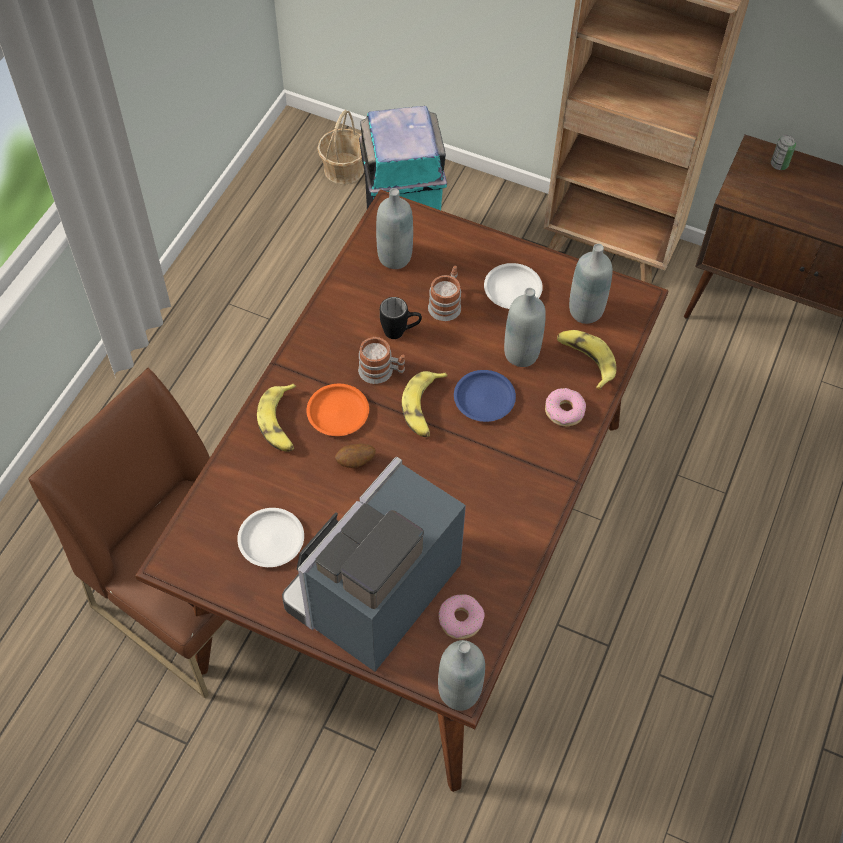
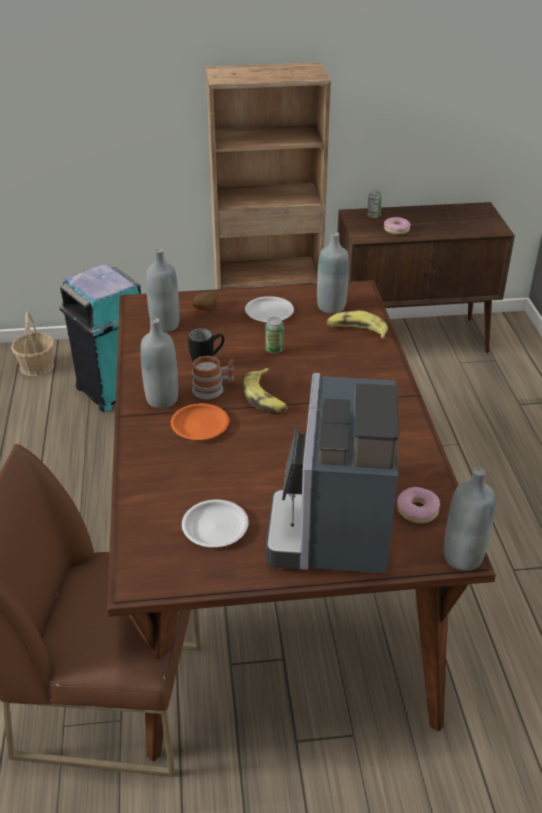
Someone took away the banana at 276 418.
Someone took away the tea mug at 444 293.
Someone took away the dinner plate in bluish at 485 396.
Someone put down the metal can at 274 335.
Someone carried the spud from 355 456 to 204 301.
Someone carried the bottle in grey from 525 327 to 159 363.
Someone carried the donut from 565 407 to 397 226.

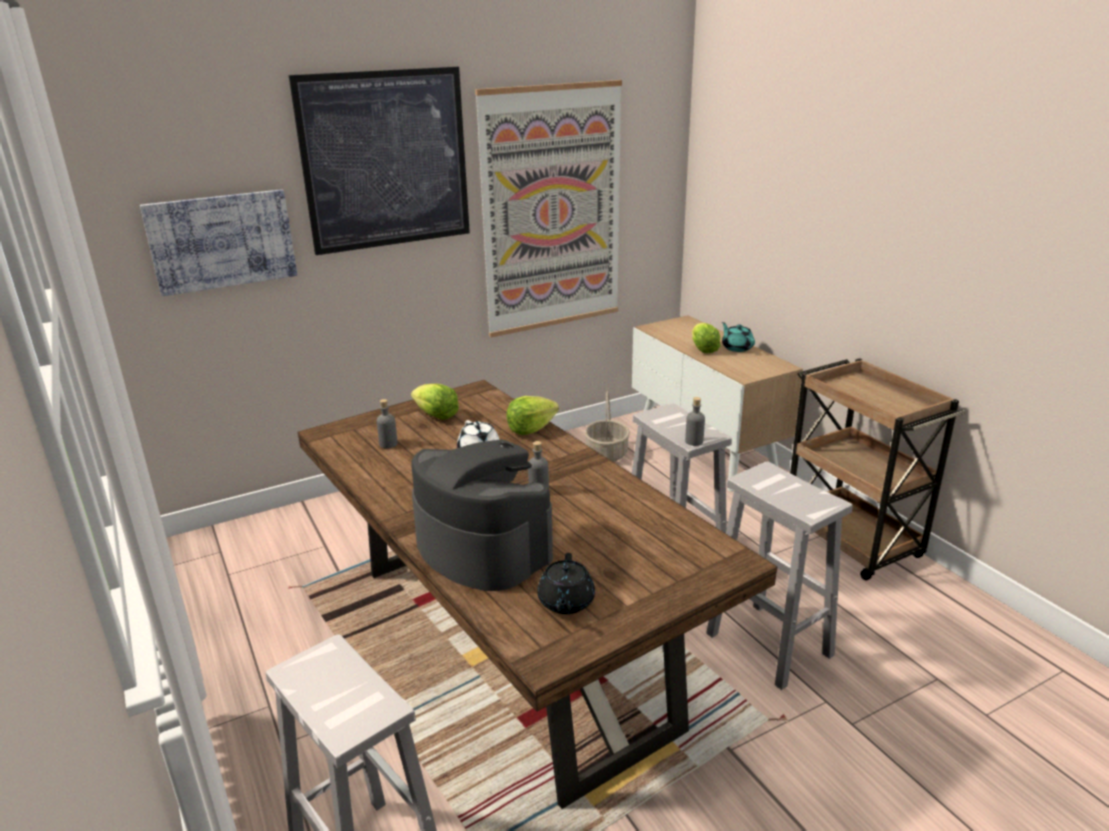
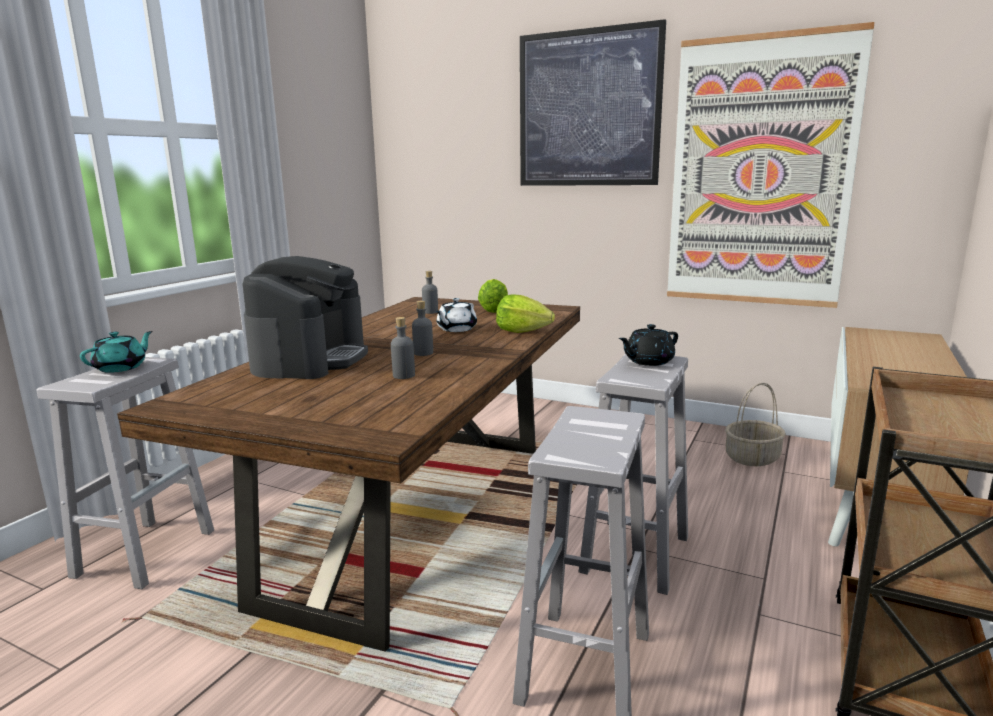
Someone took away the wall art at 218 242.
Someone took away the head of lettuce at 706 338.
Someone carried the tea pot in black-coloured from 566 583 to 648 345.
Someone carried the bottle in grey from 695 421 to 403 348.
Someone carried the tea pot in turquoise-coloured from 738 337 to 116 352.

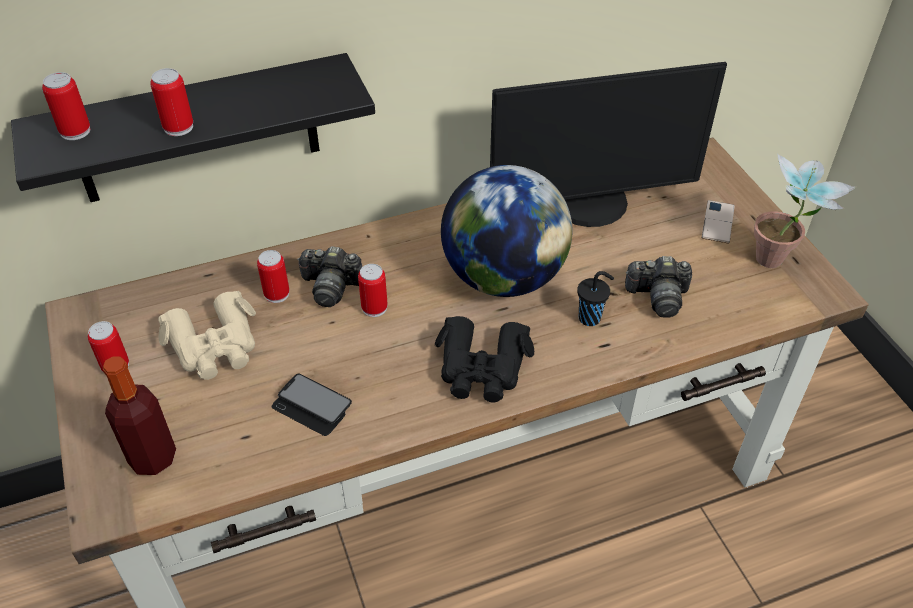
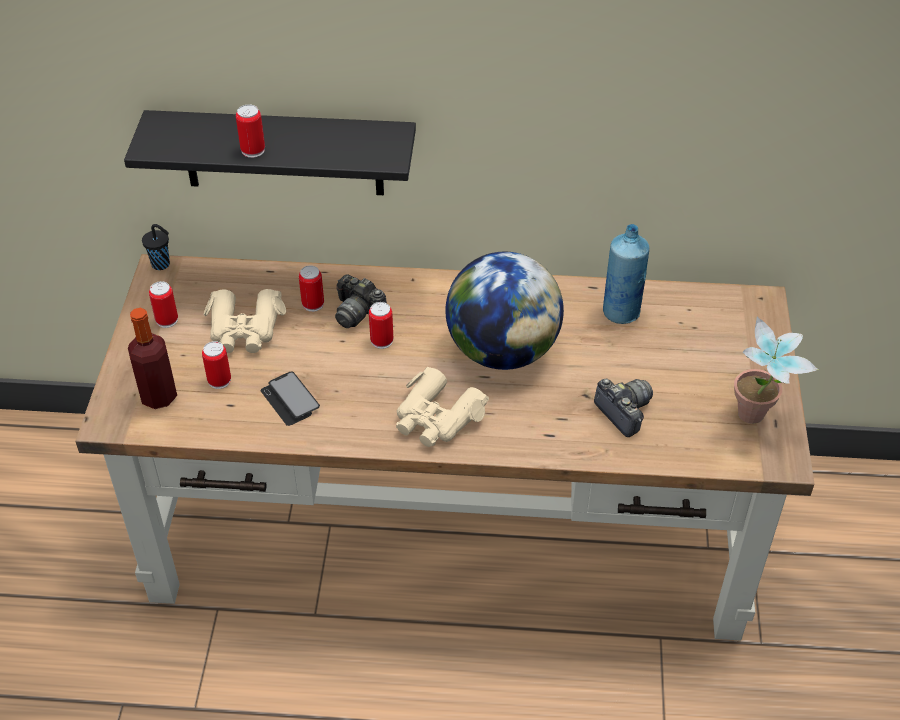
Someone took away the handset at 718 221.
Someone carried the metal can from 66 106 to 216 365.
Someone carried the drinking cup in black-coloured from 595 298 to 156 247.
Someone swapped the monitor at 608 144 for the bottle in bluish at 626 274.
Someone repainted the field glasses in black-coloured at 484 359, which became the field glasses in sand-coloured at 442 407.
Someone rotated the photo camera at 658 287 by 150 degrees counterclockwise.

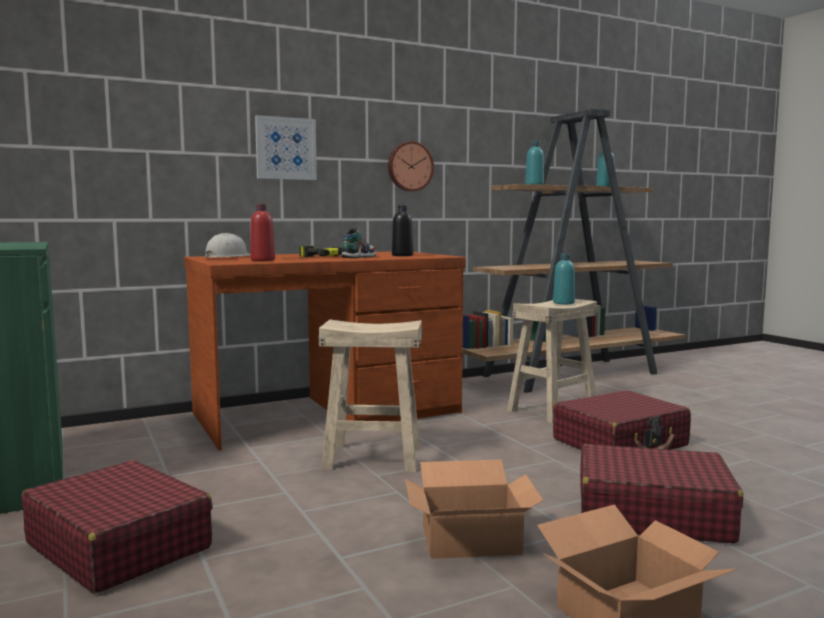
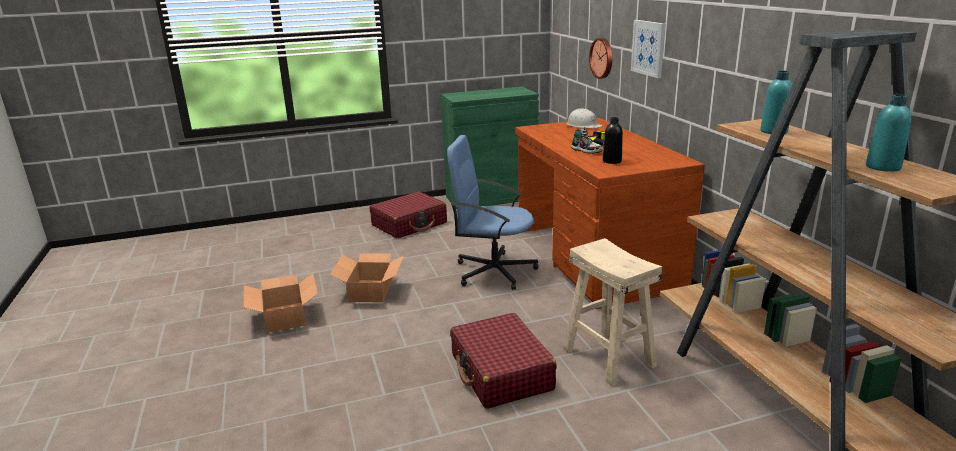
Someone took away the bottle in reddish at 263 232.
Someone took away the bottle in turquoise-coloured at 564 279.
Someone took away the suitcase in reddish at 661 494.
Someone carried the wall clock from 411 166 to 600 58.
Someone swapped the stool in sand-coloured at 370 395 for the computer chair in bluish at 493 212.

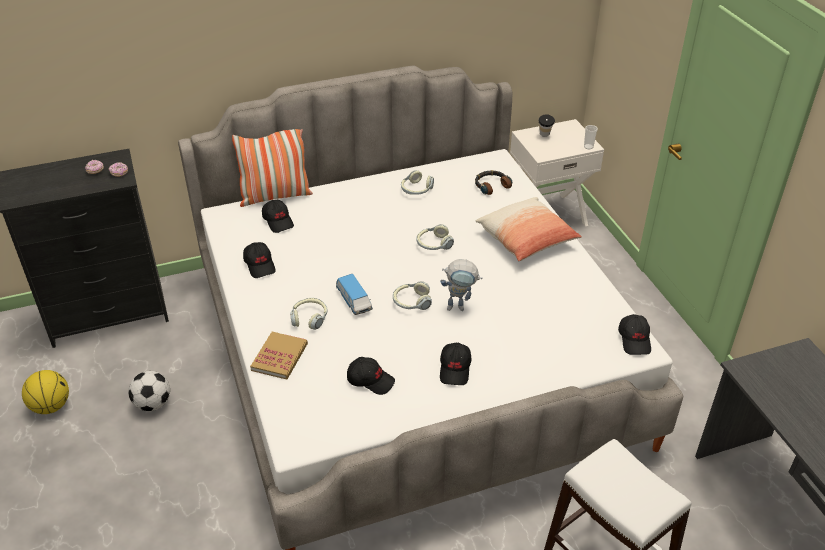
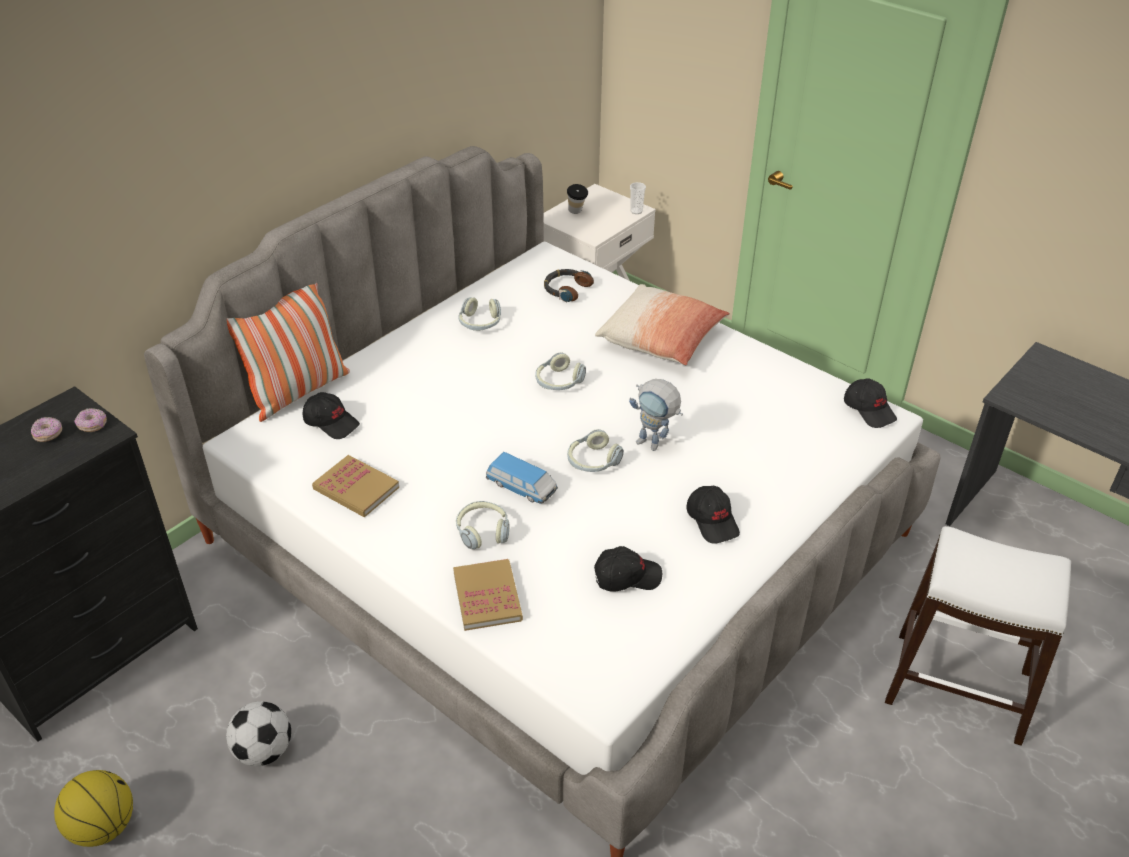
Someone swapped the baseball cap in black-coloured at 259 260 for the book at 355 486.
Someone rotated the model robot at 461 285 by 60 degrees clockwise.

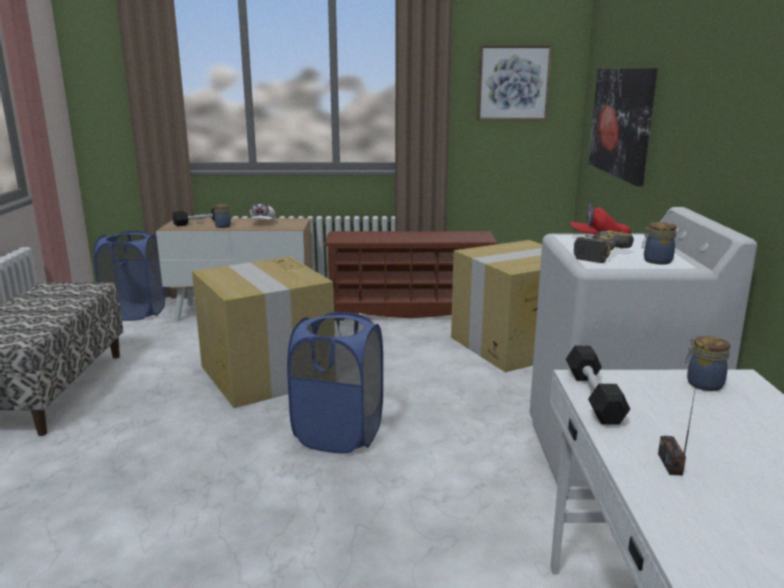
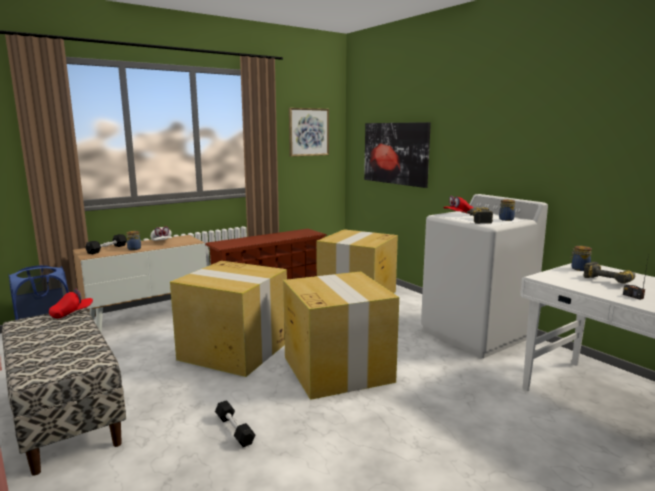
Someone put down the baseball cap in reddish at 71 304.
Someone put down the power drill at 609 273.
Someone carried the hand weight in black-coloured from 598 385 to 235 423.
Someone swapped the laundry basket in bluish at 335 383 for the cardboard box at 341 335.

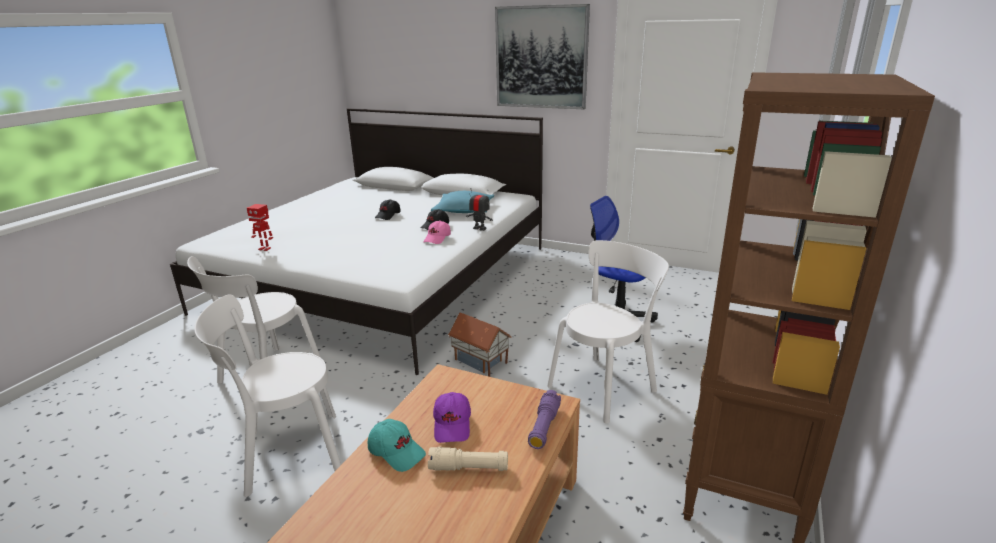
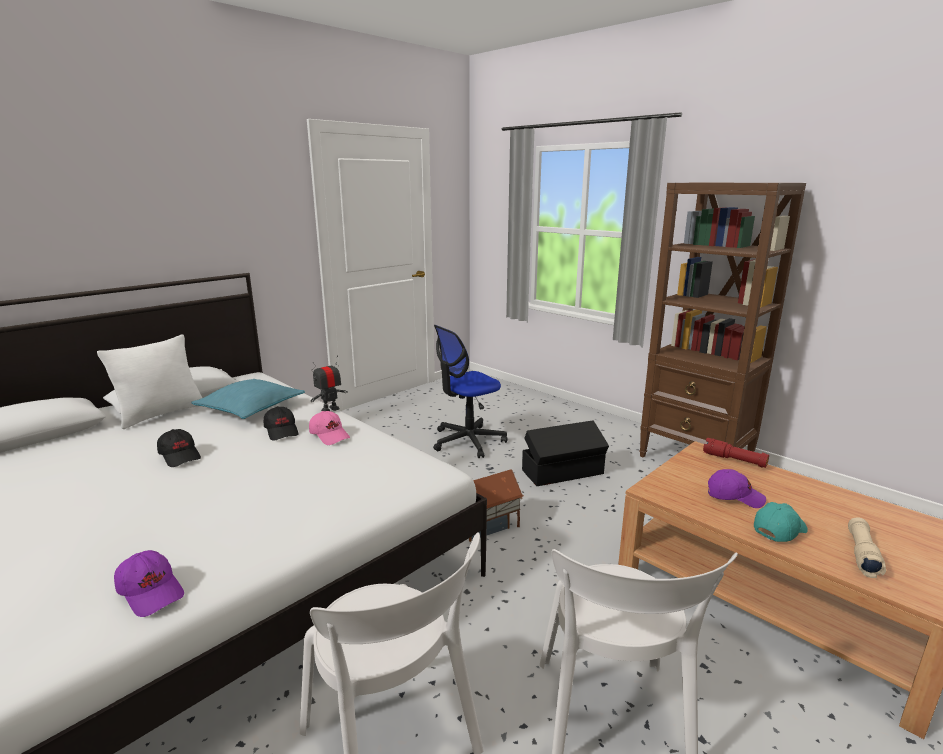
Someone took away the wall art at 542 56.
Someone put down the pillow in white-coloured at 149 381.
Someone carried the flashlight in sand-coloured from 468 459 to 867 547.
Someone swapped the model robot at 260 227 for the baseball cap in purplish at 149 583.
Someone swapped the upright chair in white-coloured at 608 332 for the storage bin in black-coloured at 565 453.
Someone repainted the flashlight in purplish at 544 419, which became the flashlight in reddish at 736 453.

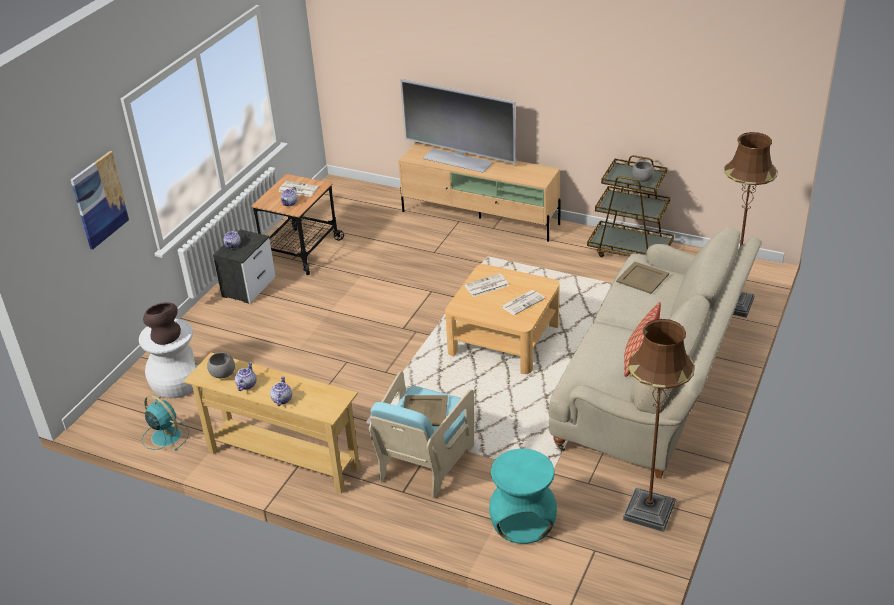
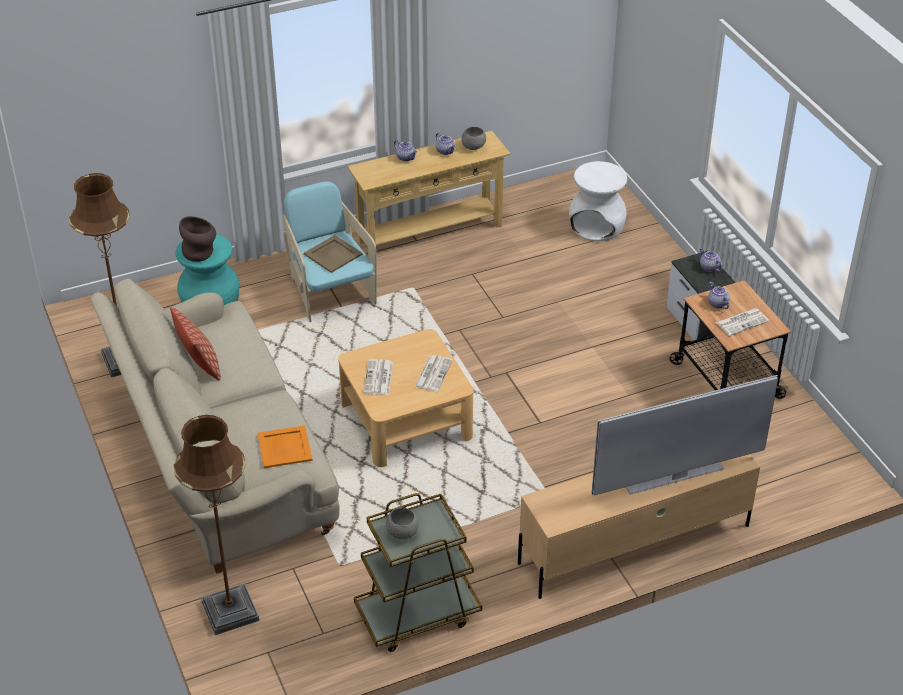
Someone took away the wall art at 100 200.
Someone took away the cooling fan in turquoise-coloured at 165 423.
Someone carried the flower vase in brownish from 162 323 to 197 239.
Someone repainted the carrying tray in sand-coloured at 642 277, which became the carrying tray in orangey at 285 446.

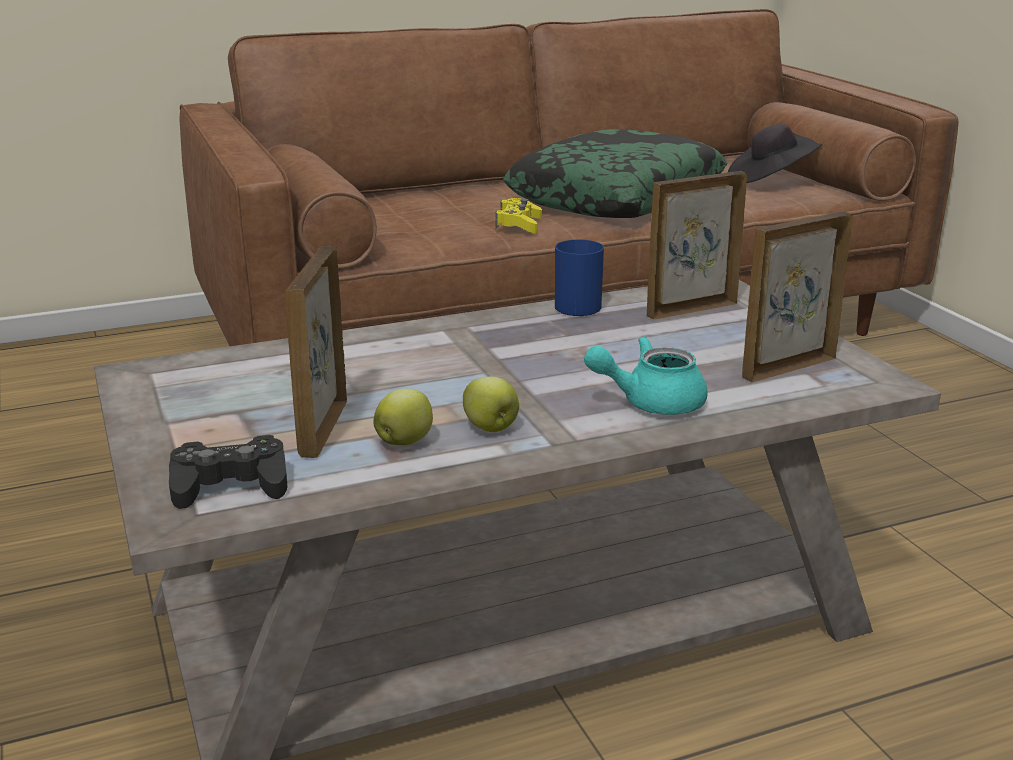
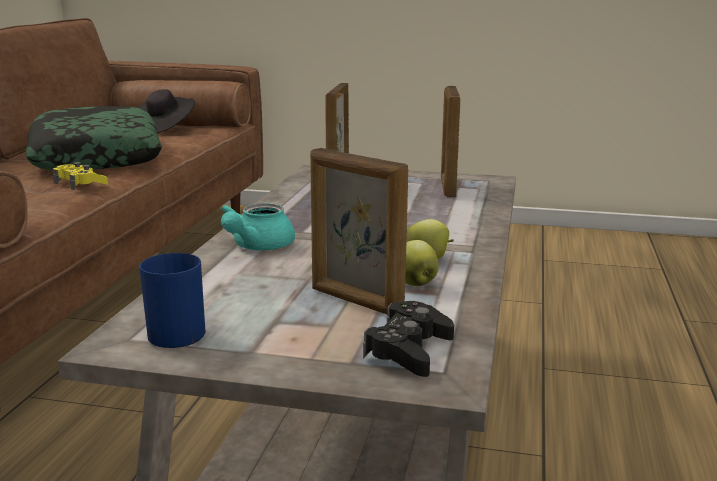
Someone carried the tea mug in bluish from 579 277 to 172 300.
Someone carried the tea pot in turquoise-coloured from 646 375 to 258 227.

